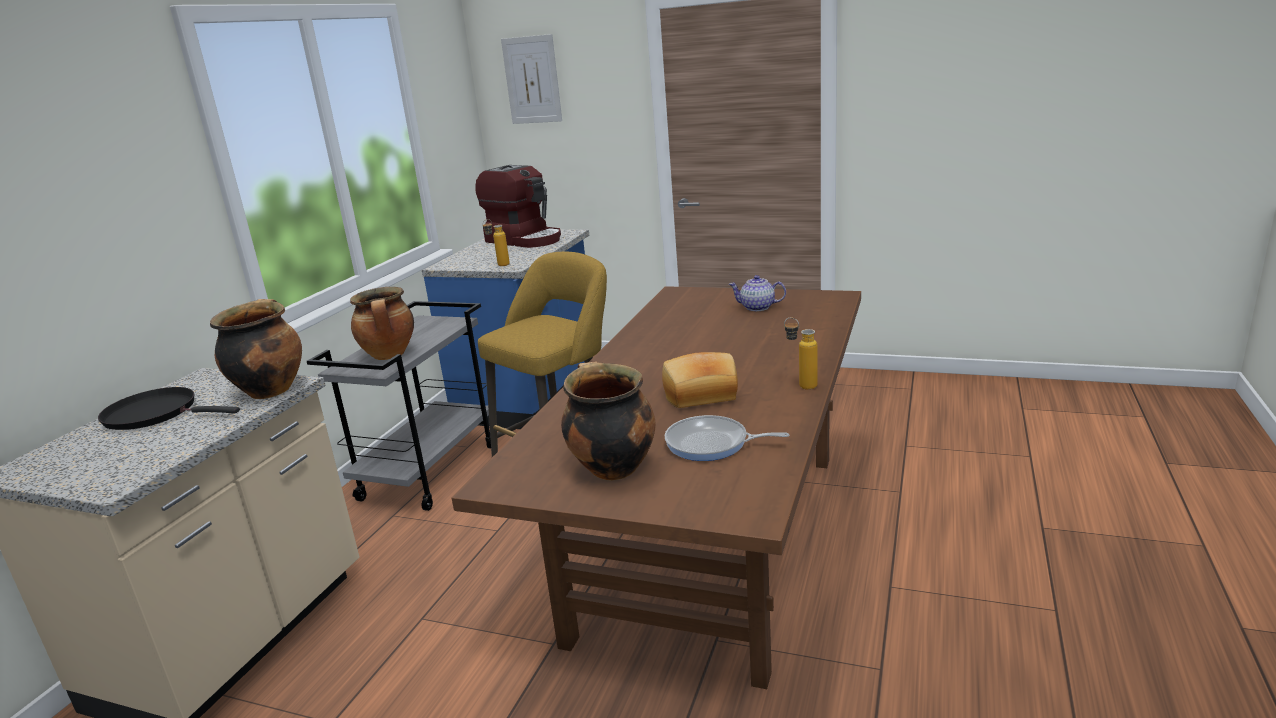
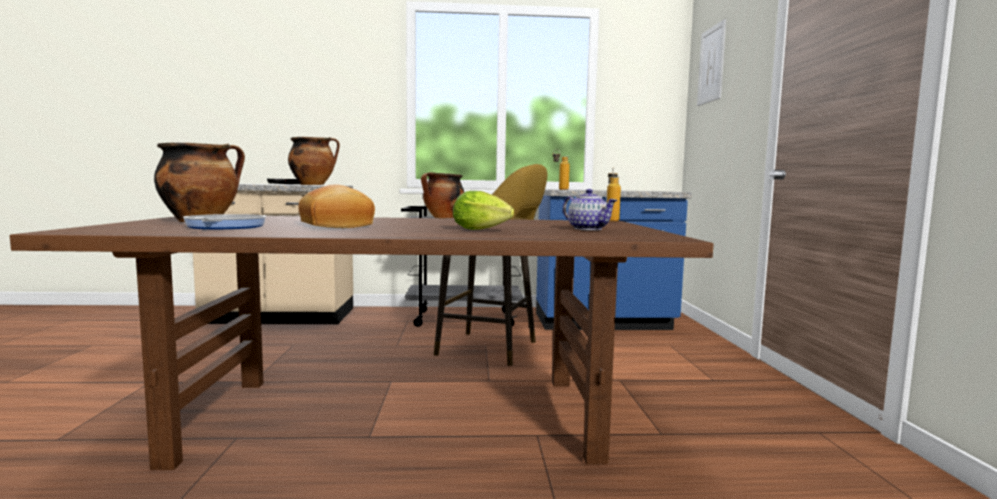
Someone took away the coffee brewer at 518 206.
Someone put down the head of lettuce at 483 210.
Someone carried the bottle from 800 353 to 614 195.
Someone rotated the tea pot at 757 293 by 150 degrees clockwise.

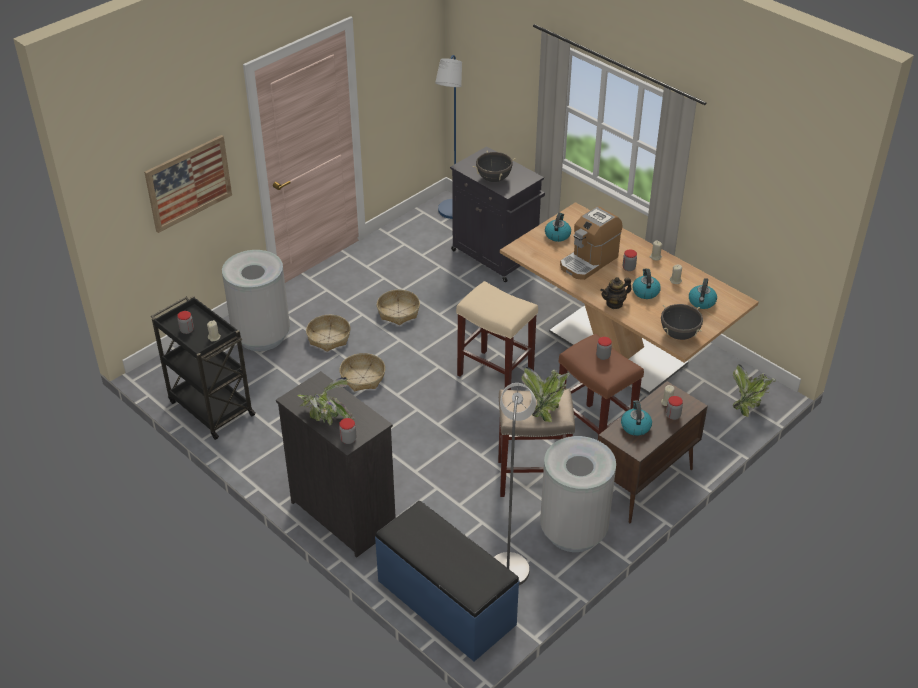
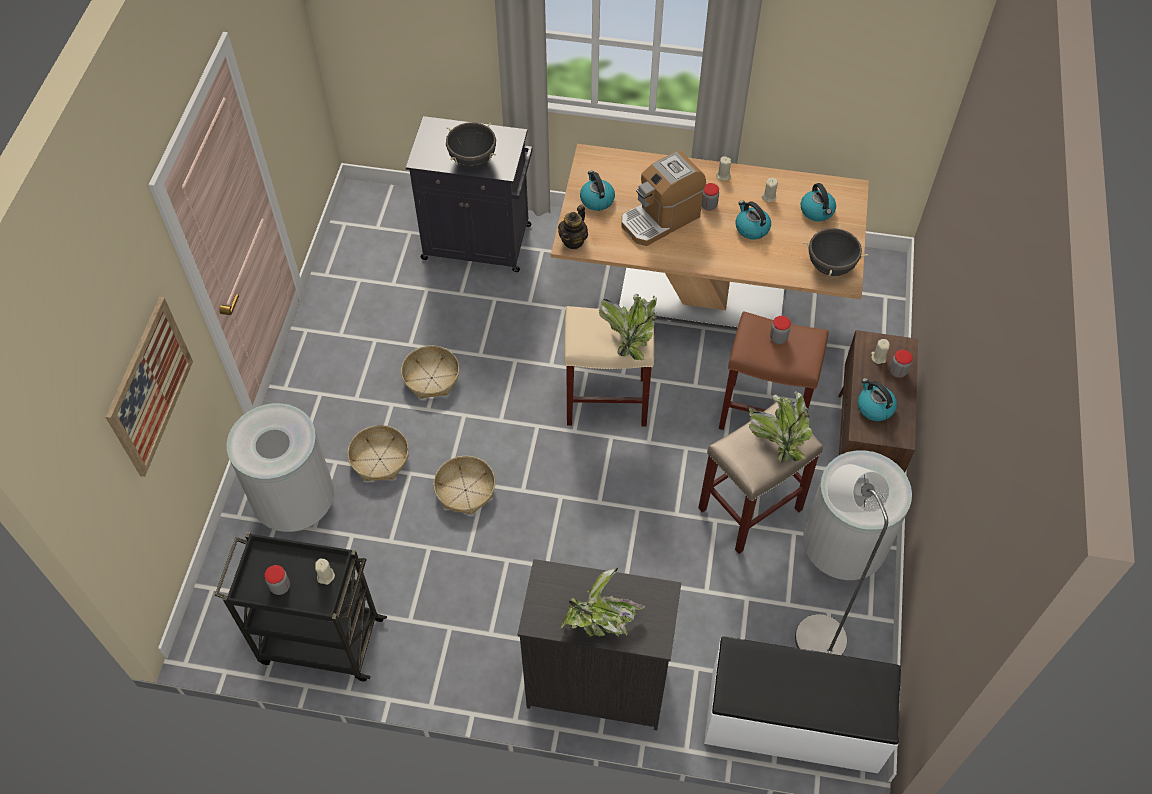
Someone took away the preserve jar at 347 431.
Someone took away the floor lamp in bluish at 448 137.
Someone carried the tea pot from 616 293 to 573 227.
Someone carried the houseplant from 754 390 to 628 327.
Someone repainted the indoor bench in bluish at 447 581, which became the indoor bench in white-coloured at 802 705.
Someone rotated the coffee brewer at 591 243 by 45 degrees clockwise.

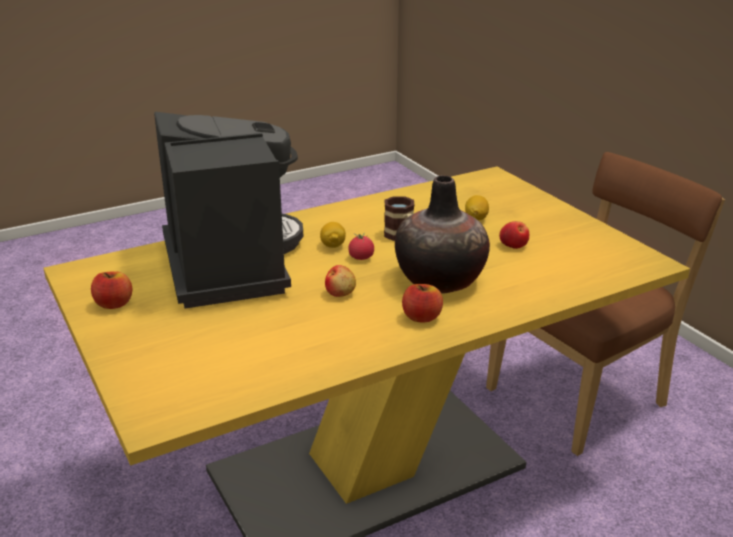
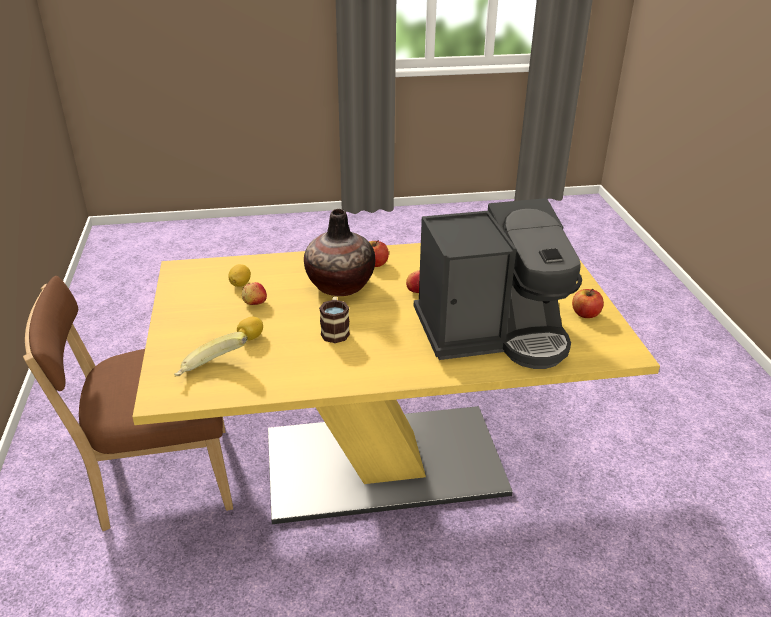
Someone took away the fresh tomato at 361 246.
Someone put down the banana at 211 354.
Someone carried the lemon from 333 235 to 239 275.
Someone rotated the coffee brewer at 228 210 by 105 degrees counterclockwise.

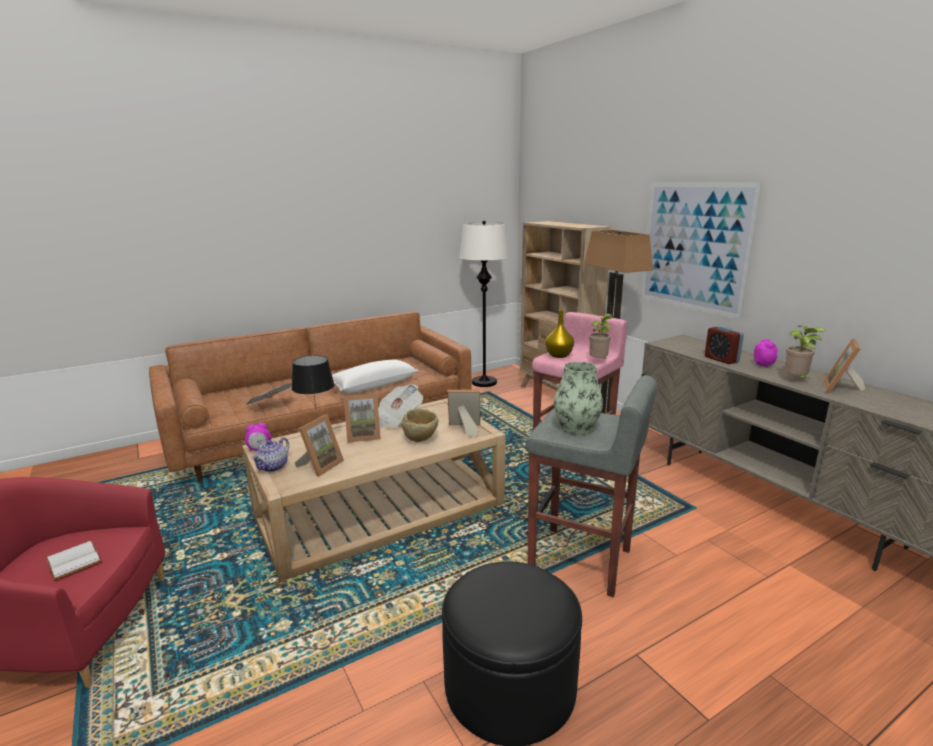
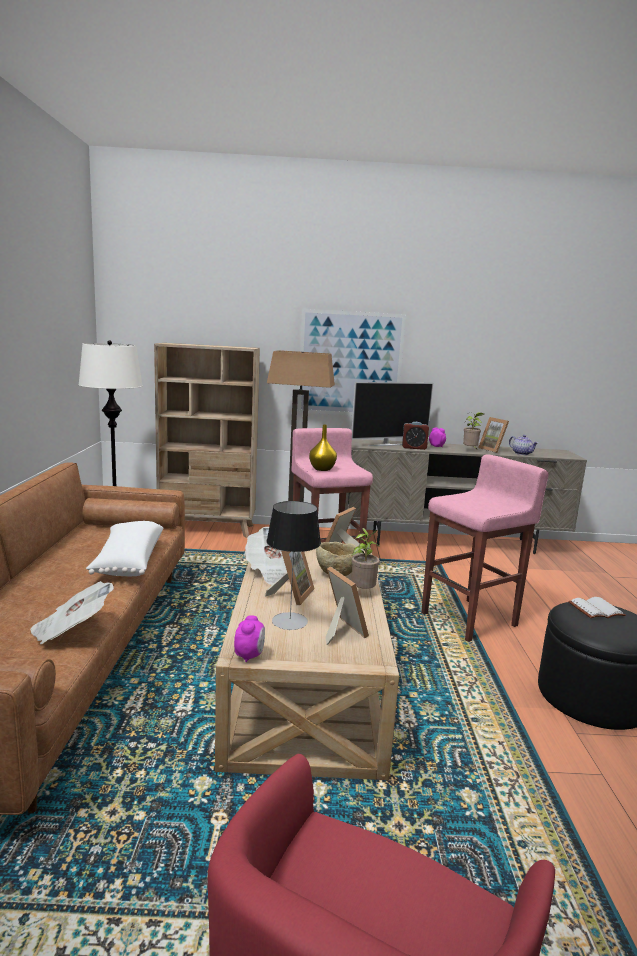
Someone took away the flower vase at 578 398.
Someone put down the television at 392 414.
Someone carried the book in white-coloured from 74 561 to 597 607.
Someone carried the tea pot from 270 454 to 523 445.
Someone carried the houseplant from 601 336 to 366 558.
Someone repainted the stool in grey at 591 486, which became the stool in pink-coloured at 484 548.

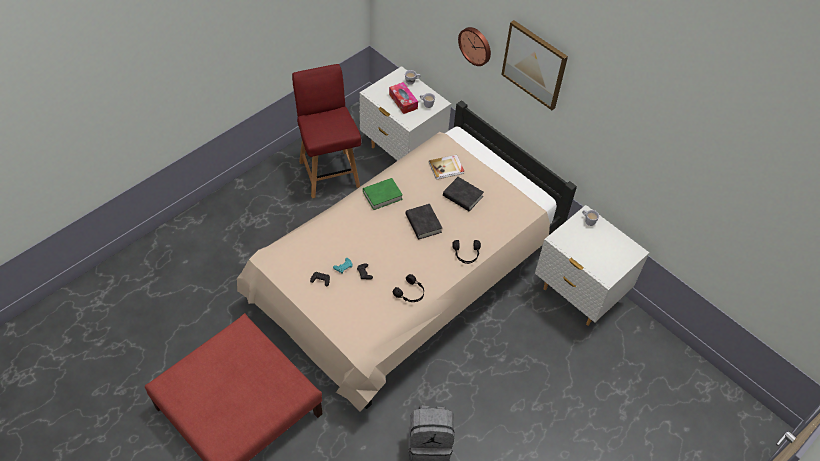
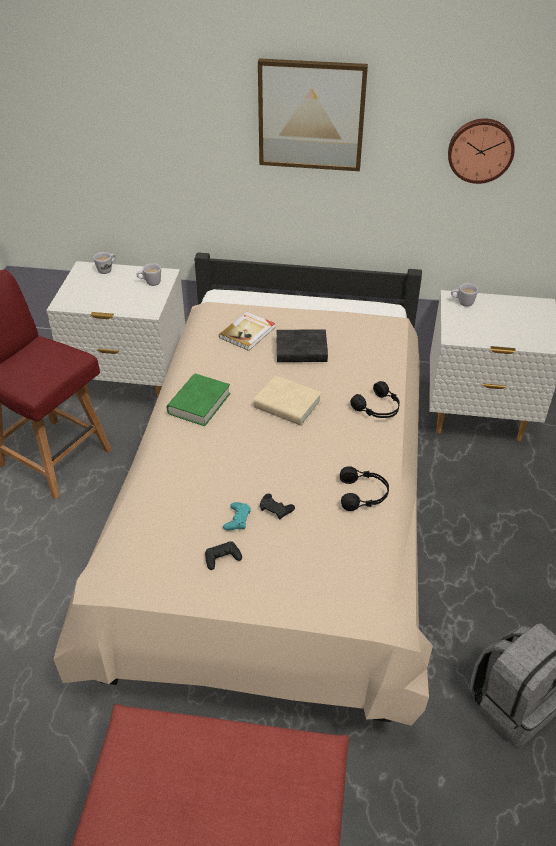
Someone took away the box of tissues at 403 98.
Someone carried the wall clock from 474 46 to 481 151.
Someone repainted the book in black-coloured at 424 221, which became the book in sand-coloured at 288 400.

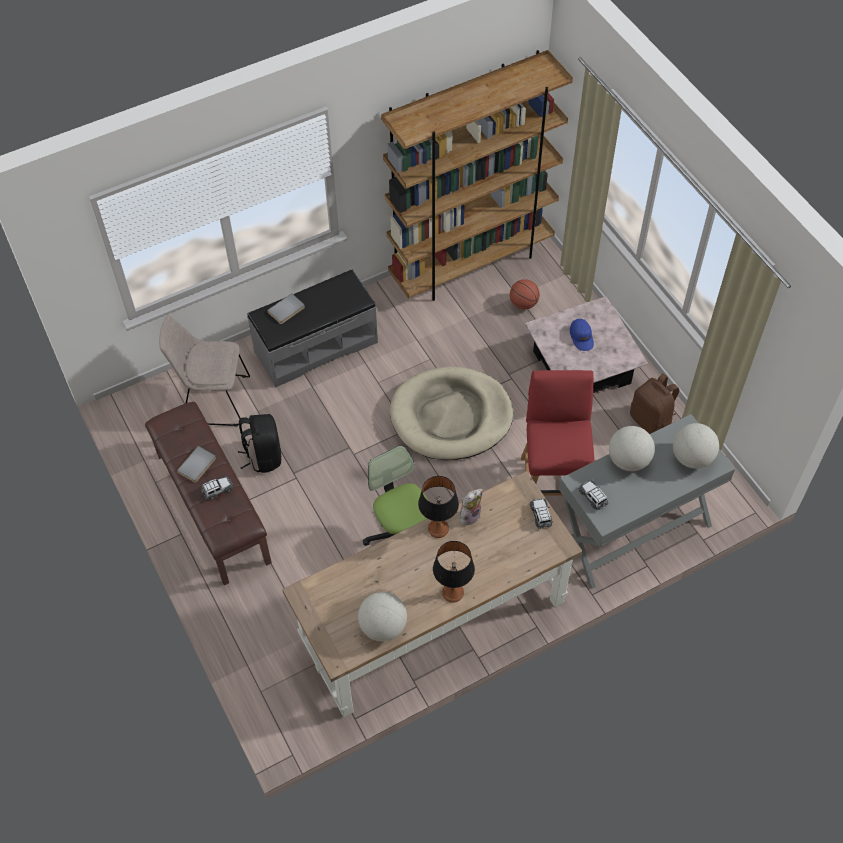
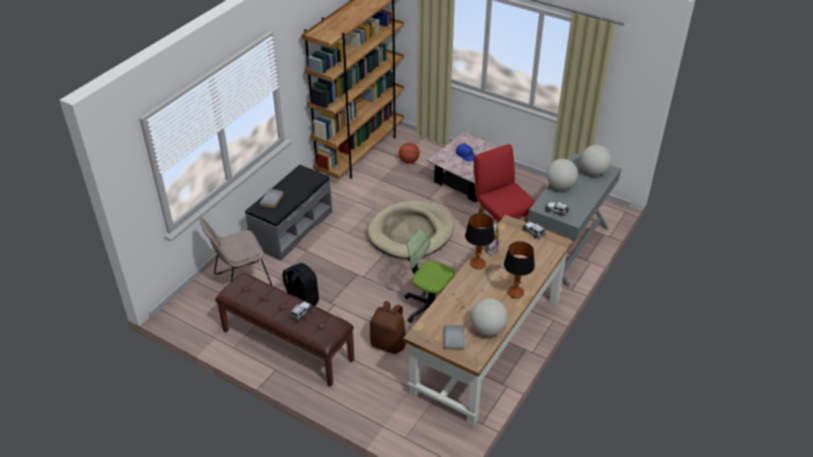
Someone carried the book in grey from 196 464 to 454 338.
Someone carried the backpack in brownish from 654 403 to 388 327.

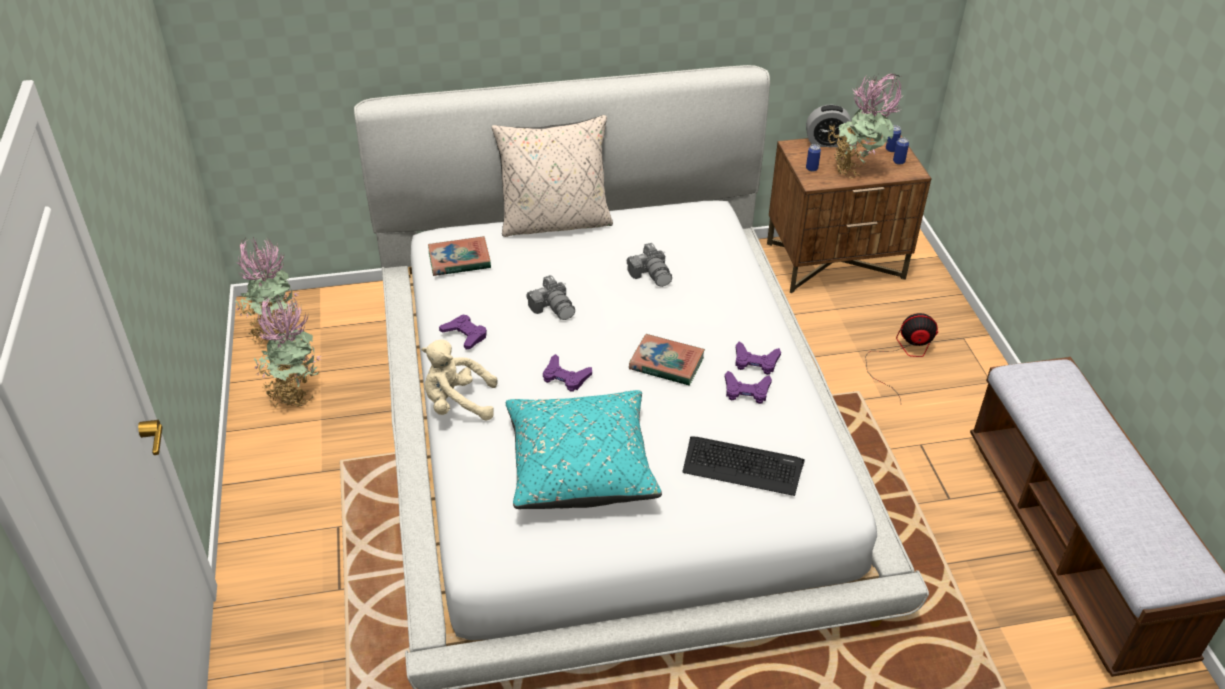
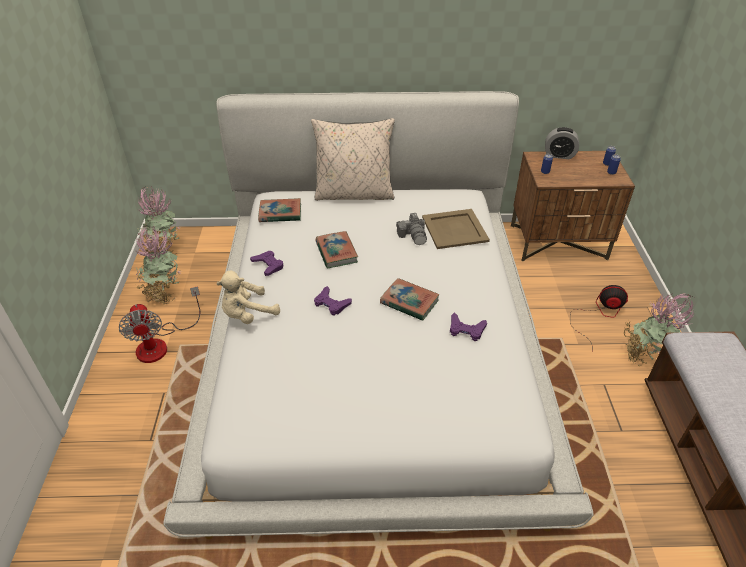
Someone took away the pillow in turquoise-coloured at 584 449.
Someone took away the computer keyboard at 743 466.
Someone took away the joypad in purplish at 758 358.
Someone put down the cooling fan at 159 324.
Someone put down the carrying tray in sand-coloured at 456 229.
Someone carried the houseplant from 865 126 to 659 330.
Someone swapped the photo camera at 550 297 for the book at 337 250.
Someone rotated the soft toy in sand-coloured at 459 380 by 45 degrees counterclockwise.

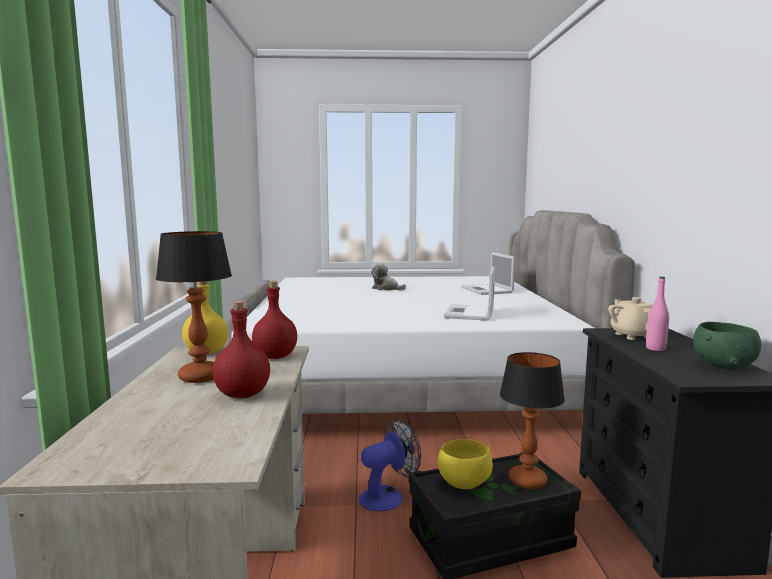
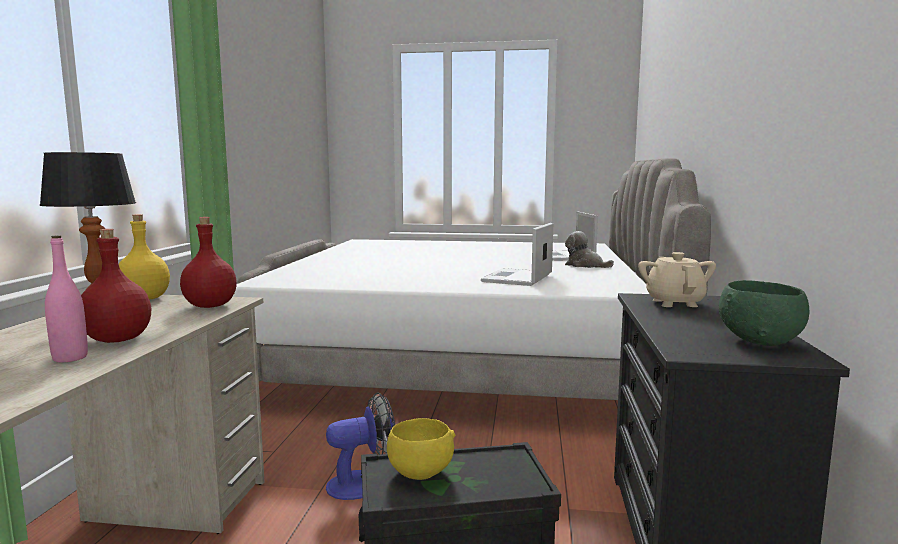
Someone took away the tabletop lamp at 532 420.
Someone carried the soft toy from 388 276 to 589 249.
Someone carried the bottle in pink-coloured from 657 314 to 66 298.

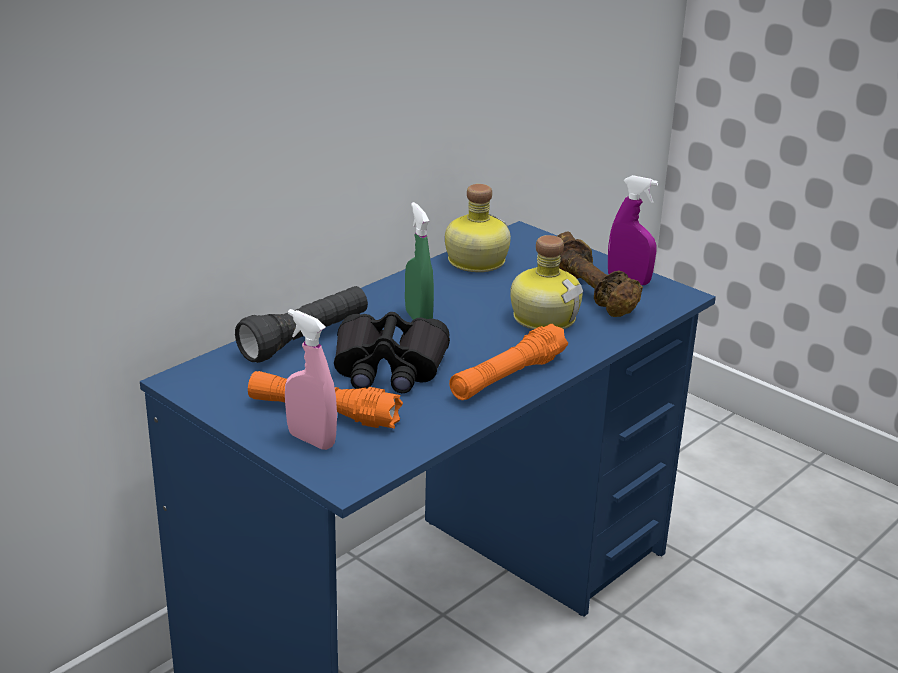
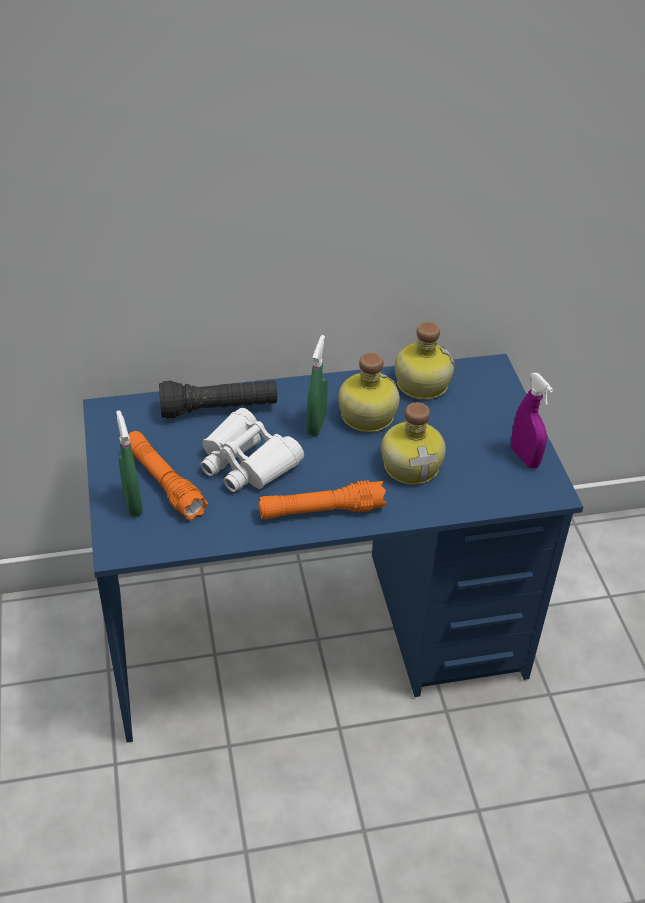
Someone took away the hand weight in brownish at 600 274.
Someone put down the bottle at 369 392.
Someone repainted the spray bottle in pink-coloured at 311 379, which became the spray bottle in green at 129 463.
Someone repainted the field glasses in black-coloured at 392 352, which became the field glasses in white-coloured at 252 450.

